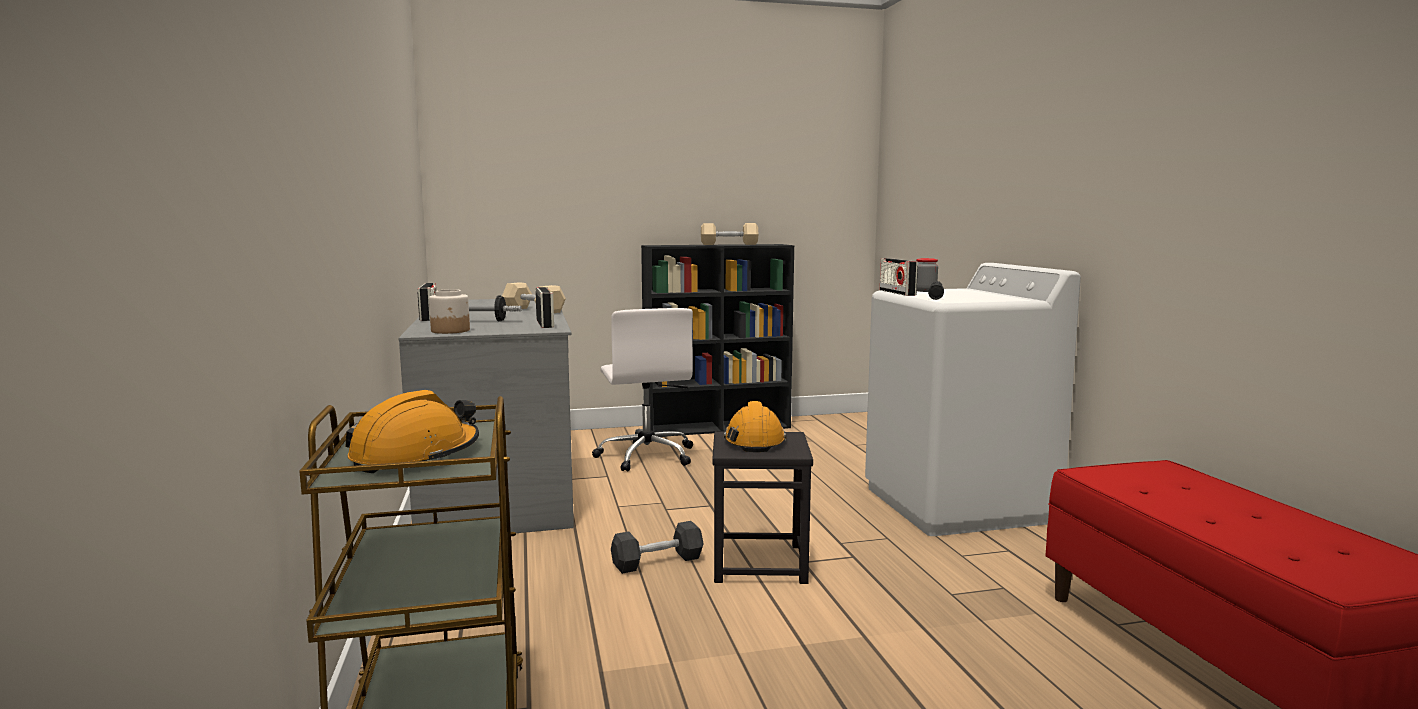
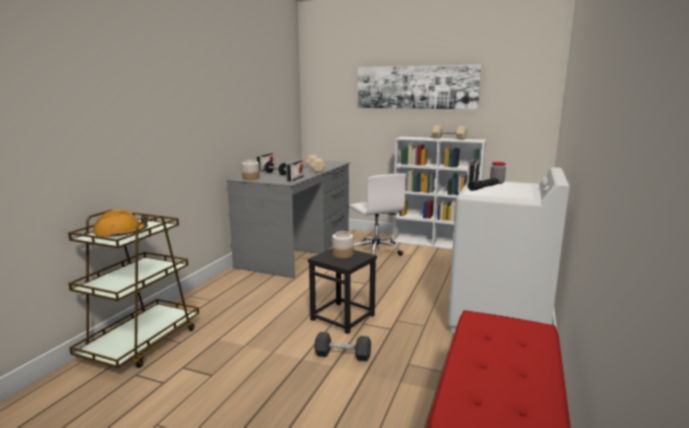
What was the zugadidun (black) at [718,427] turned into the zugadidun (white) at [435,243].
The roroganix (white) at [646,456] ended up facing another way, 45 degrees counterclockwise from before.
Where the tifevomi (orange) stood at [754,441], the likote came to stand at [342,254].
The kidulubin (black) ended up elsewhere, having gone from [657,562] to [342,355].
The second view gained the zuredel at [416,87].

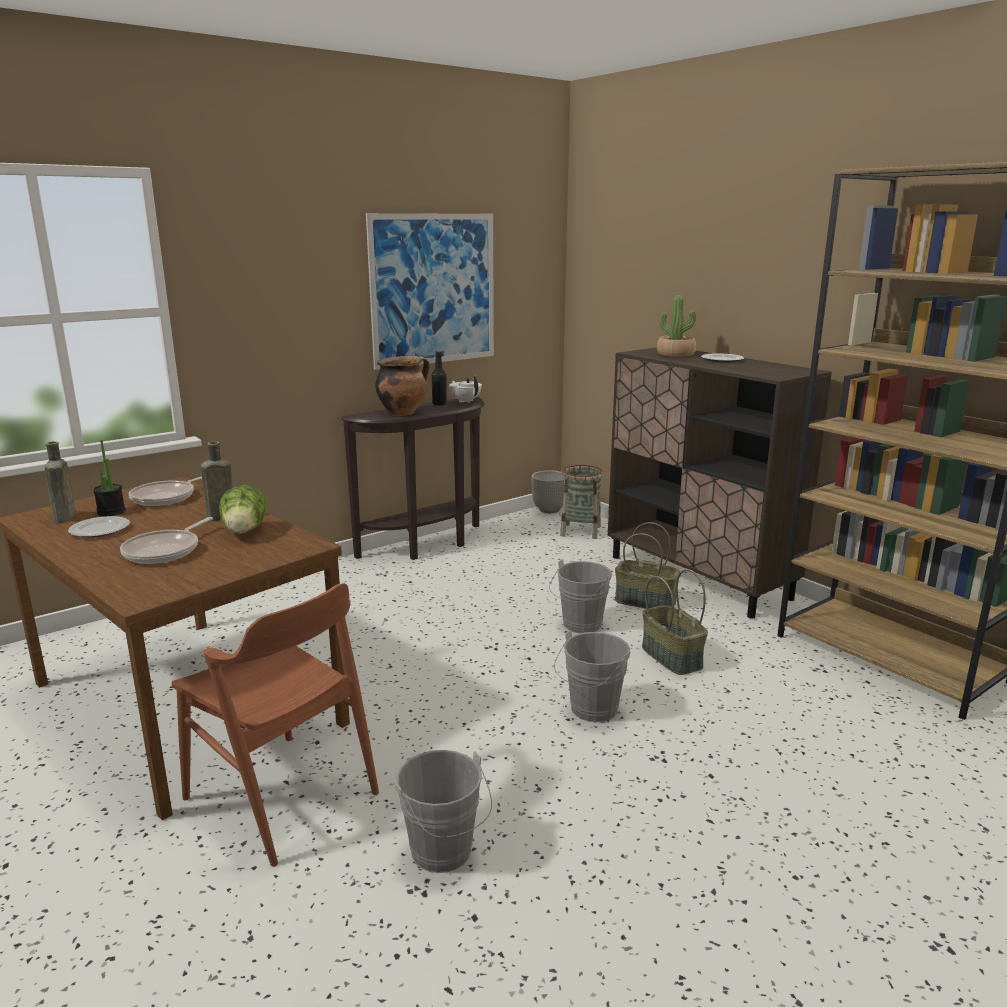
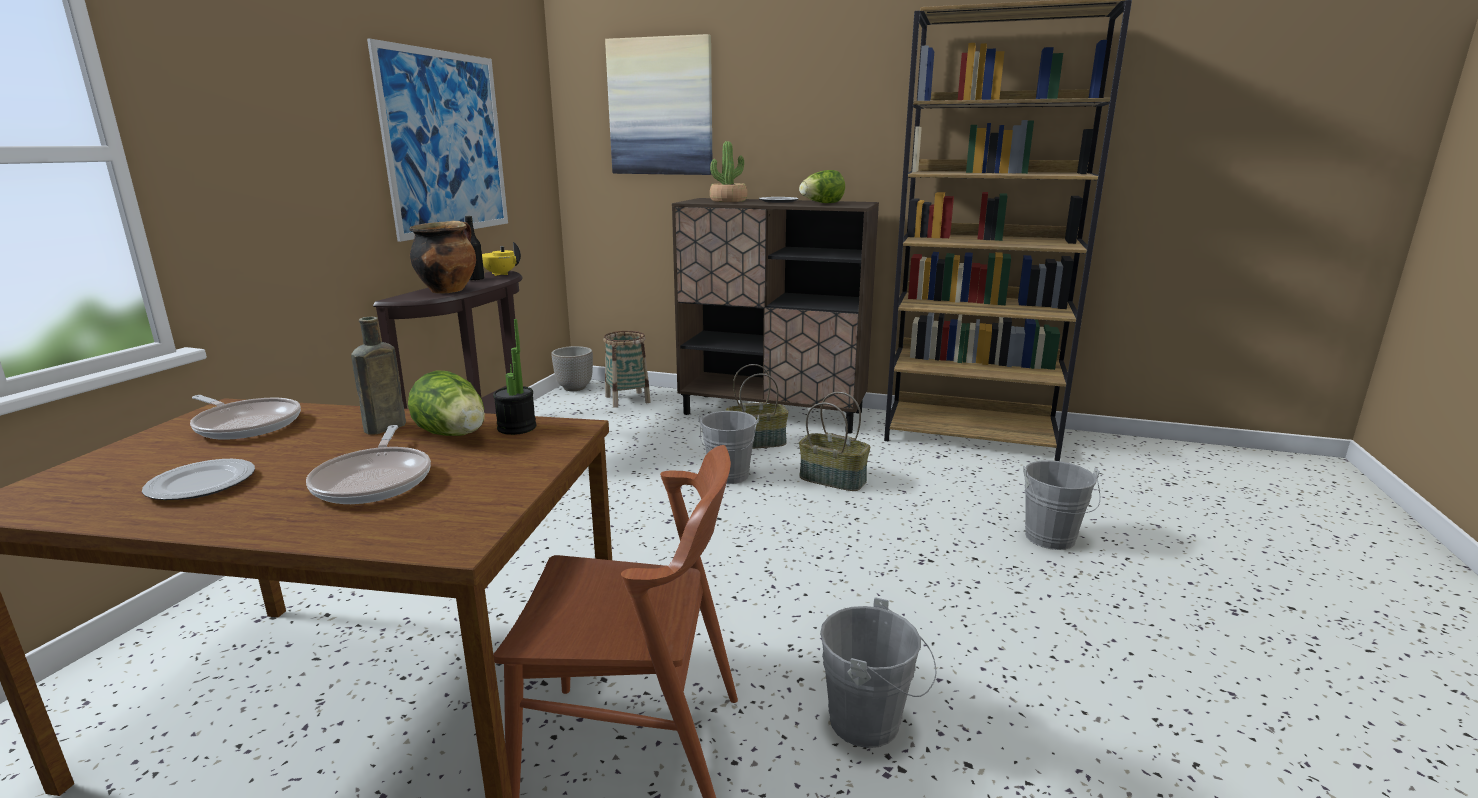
What was the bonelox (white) at [465,401] turned into the bonelox (yellow) at [500,274].
The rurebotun ended up elsewhere, having gone from [111,512] to [517,428].
The second view lost the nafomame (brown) at [64,518].
The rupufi at [167,497] ended up facing another way, 60 degrees counterclockwise from before.
The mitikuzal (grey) ended up elsewhere, having gone from [591,711] to [1051,540].
The second view gained the zuredel at [661,107].
The second view gained the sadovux at [822,203].

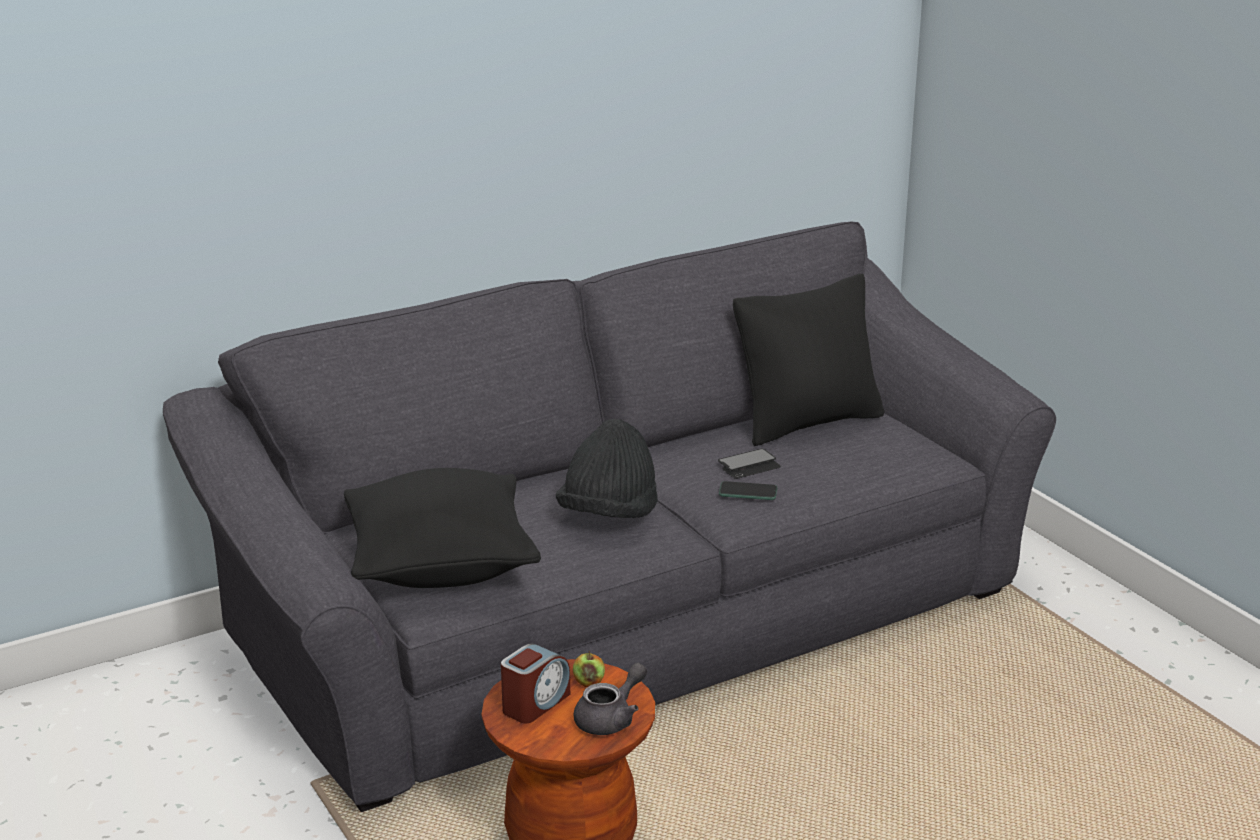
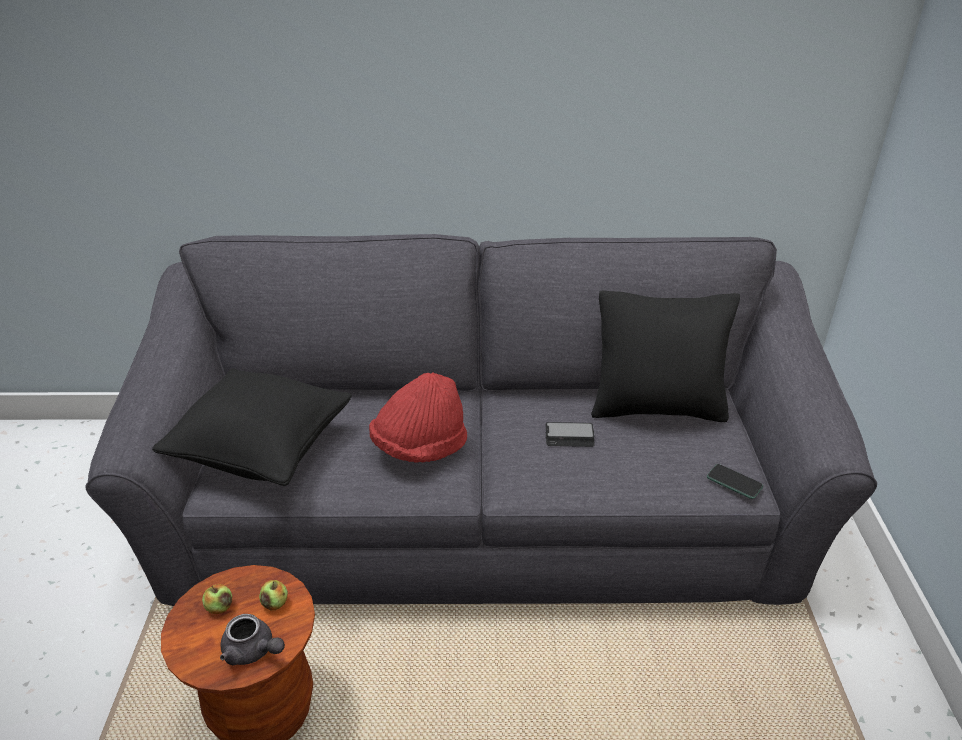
What was the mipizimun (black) at [609,515] turned into the mipizimun (red) at [420,447].
The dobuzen ended up elsewhere, having gone from [748,492] to [734,482].
Where the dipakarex stood at [535,703], the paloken came to stand at [219,607].
The bonelox (grey) at [611,719] ended up facing another way, 45 degrees clockwise from before.

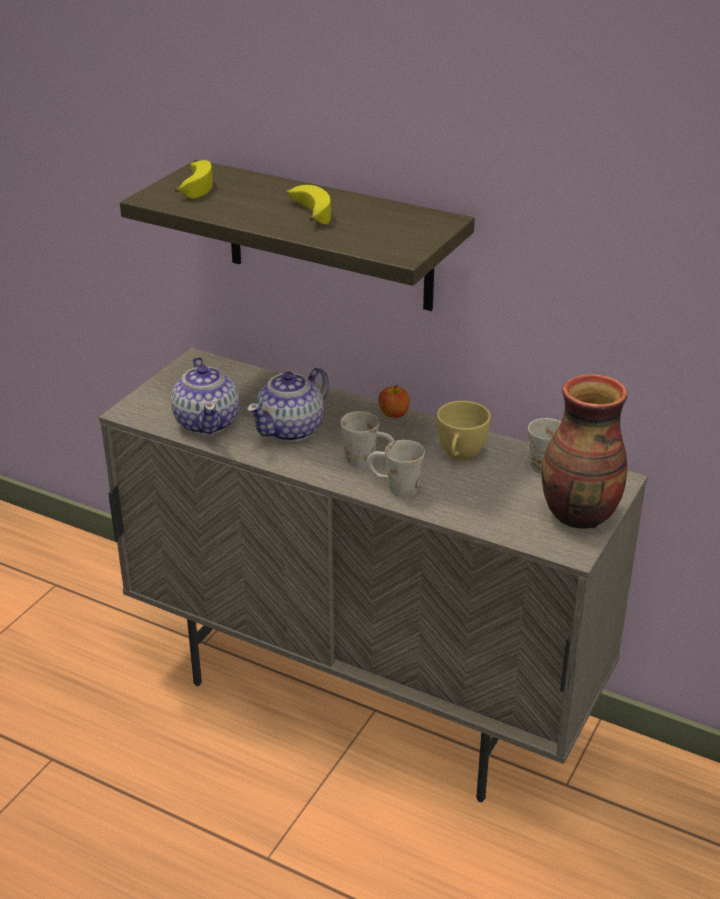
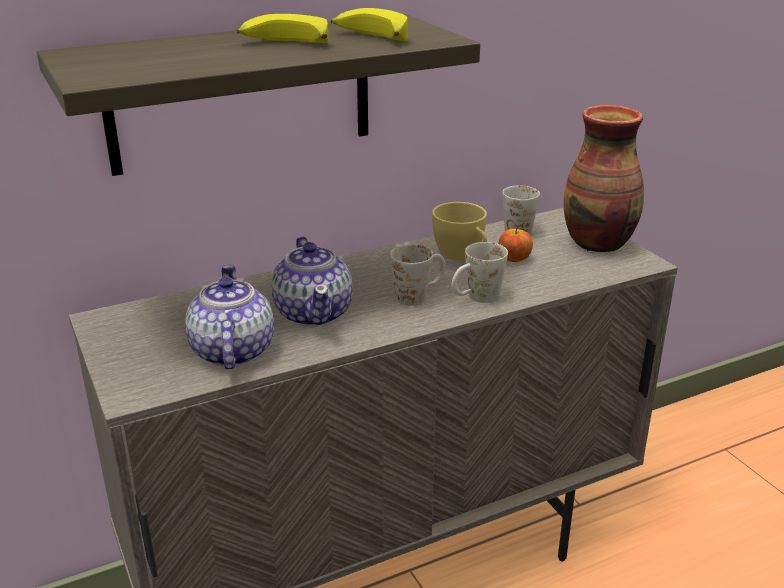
The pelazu ended up elsewhere, having gone from [194,186] to [370,37].
The bonelox at [207,422] ended up facing another way, 120 degrees counterclockwise from before.
The paloken ended up elsewhere, having gone from [393,414] to [514,259].

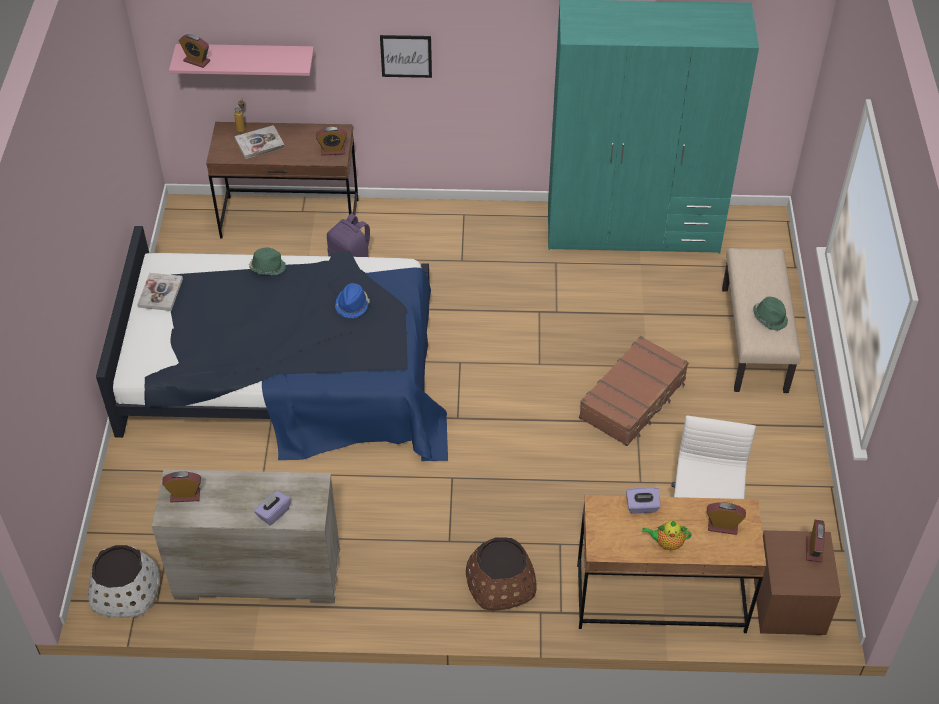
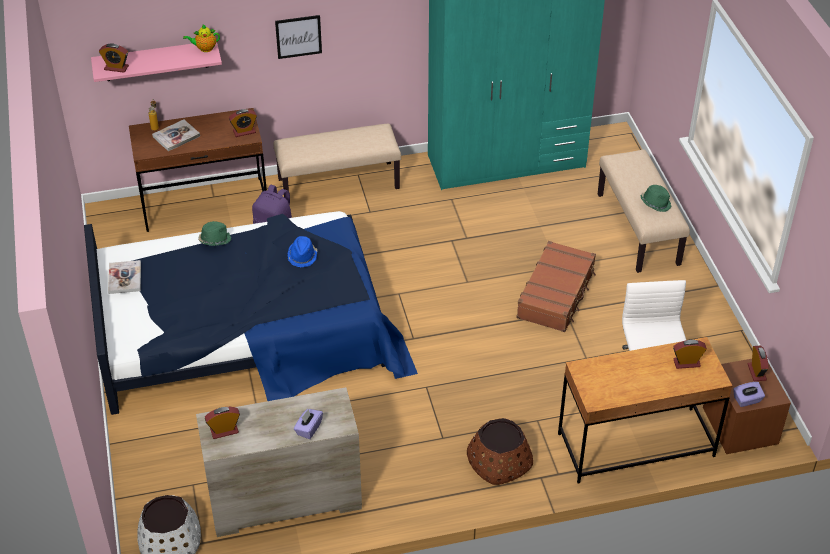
The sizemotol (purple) ended up elsewhere, having gone from [642,507] to [747,400].
The bonelox ended up elsewhere, having gone from [667,543] to [204,49].
The second view gained the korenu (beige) at [339,183].

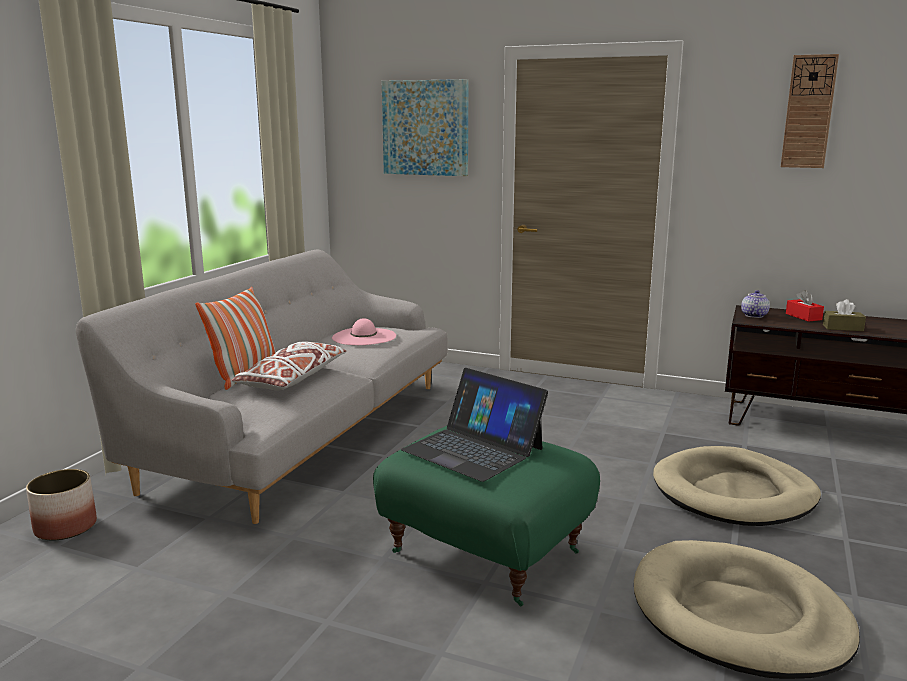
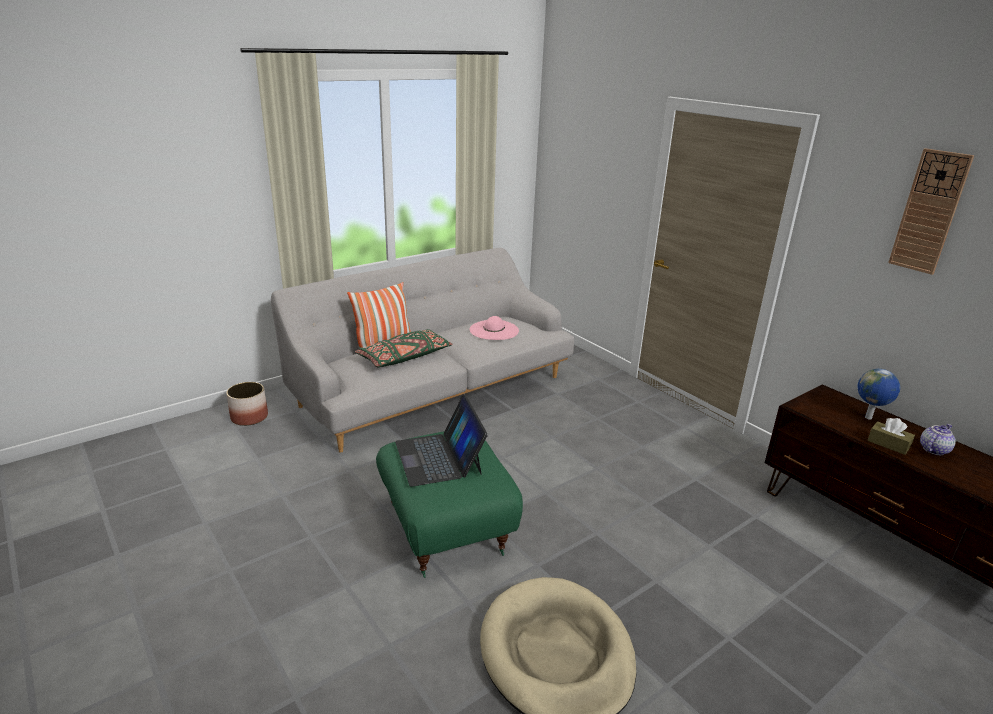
The second view lost the zuredel at [425,128].
The bonelox ended up elsewhere, having gone from [753,315] to [933,449].
Where the sizemotol (red) stood at [803,317], the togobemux came to stand at [869,418].
What was the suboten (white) at [292,379] turned into the suboten (green) at [404,357].
The second view lost the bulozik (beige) at [734,493].

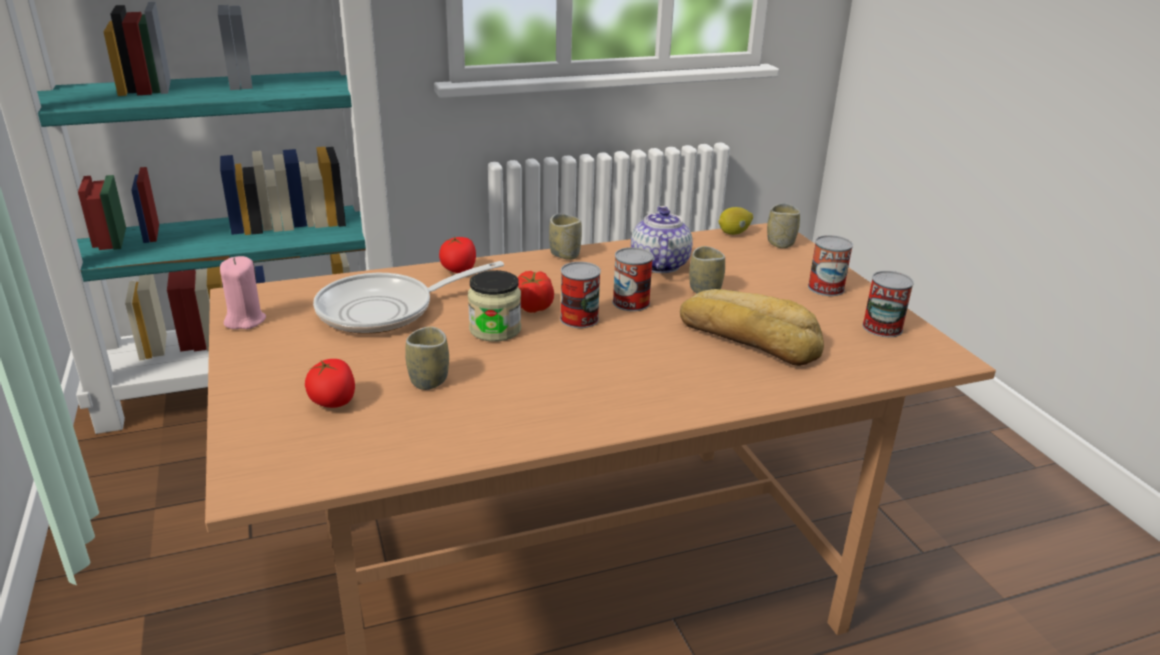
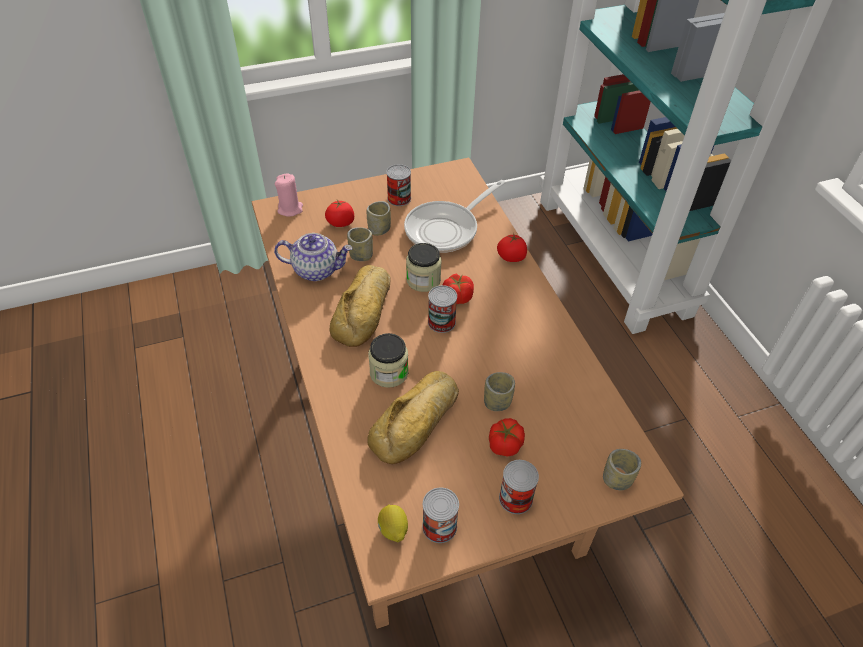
The bonelox ended up elsewhere, having gone from [658,264] to [316,269].
The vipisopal ended up elsewhere, having gone from [734,233] to [393,530].
The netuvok ended up elsewhere, having gone from [565,254] to [379,229].
The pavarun ended up elsewhere, having gone from [631,302] to [399,198].
The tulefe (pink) ended up elsewhere, having gone from [245,320] to [290,209].
The rupufi at [386,310] ended up facing another way, 105 degrees counterclockwise from before.
The second view gained the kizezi at [365,311].
The second view gained the likote at [389,372].
The second view gained the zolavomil at [504,445].

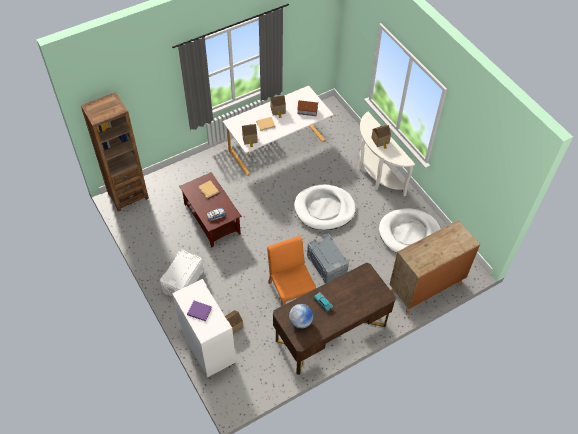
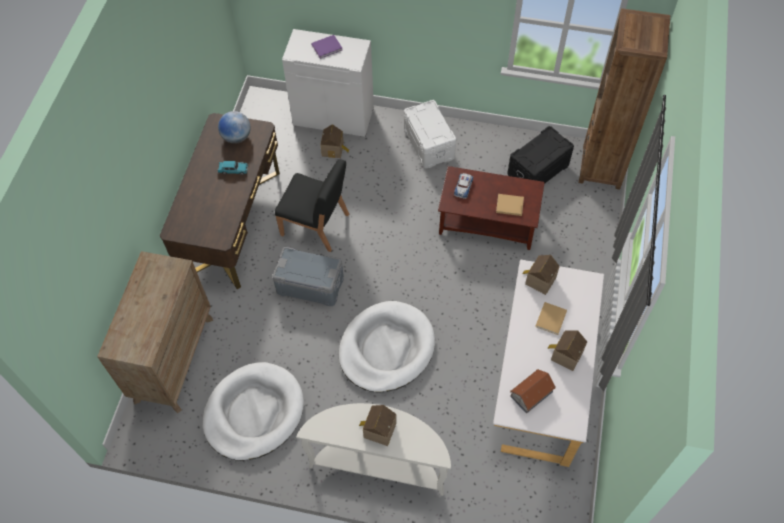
What was the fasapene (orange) at [291,291] turned into the fasapene (black) at [316,225].
The second view gained the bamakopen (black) at [538,170].

